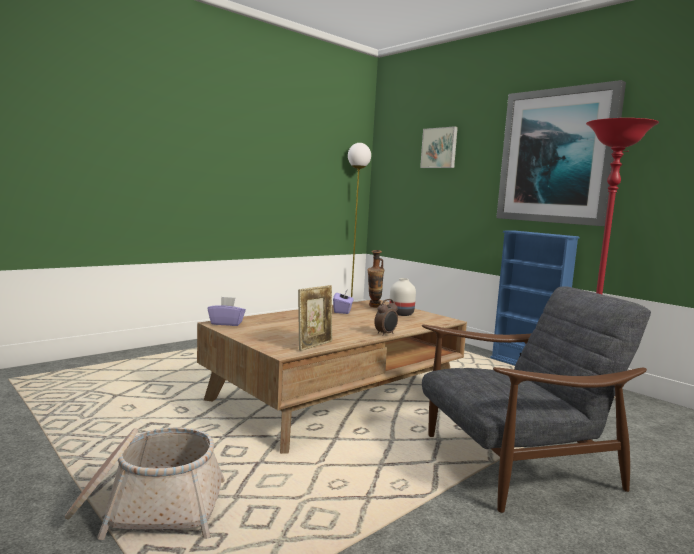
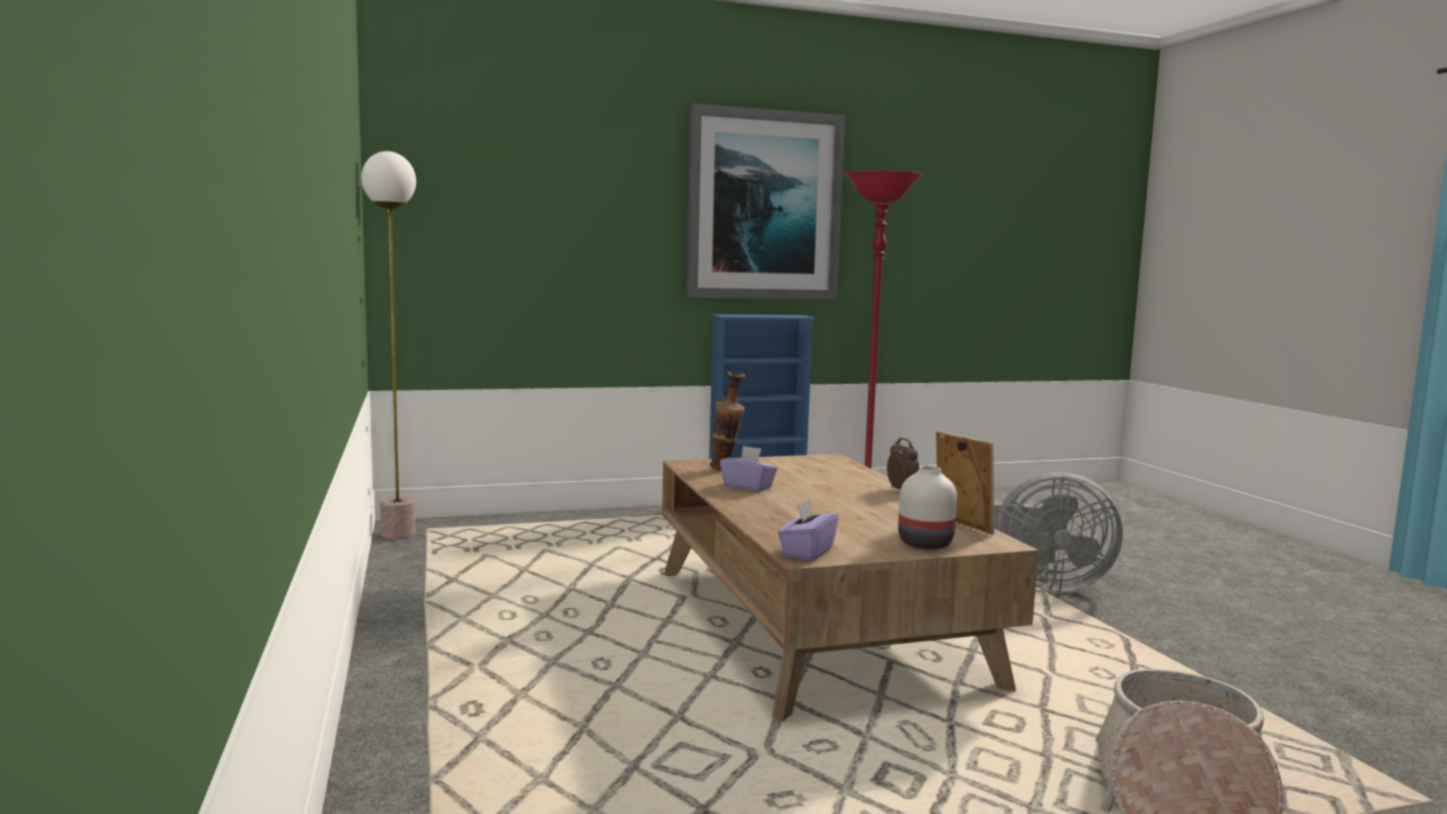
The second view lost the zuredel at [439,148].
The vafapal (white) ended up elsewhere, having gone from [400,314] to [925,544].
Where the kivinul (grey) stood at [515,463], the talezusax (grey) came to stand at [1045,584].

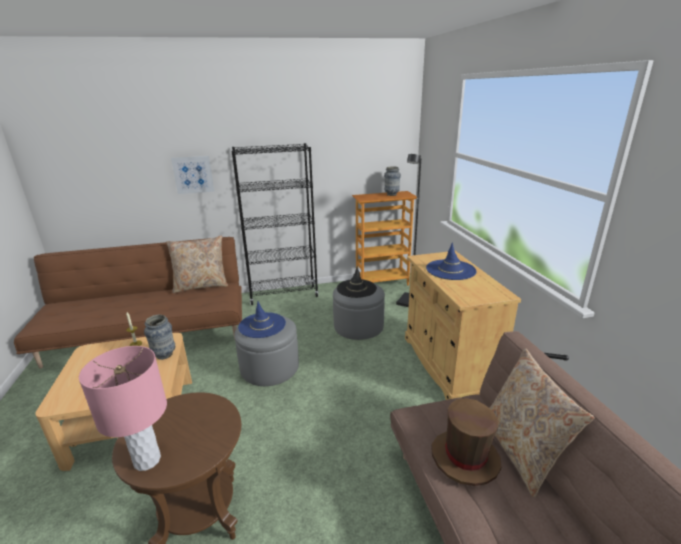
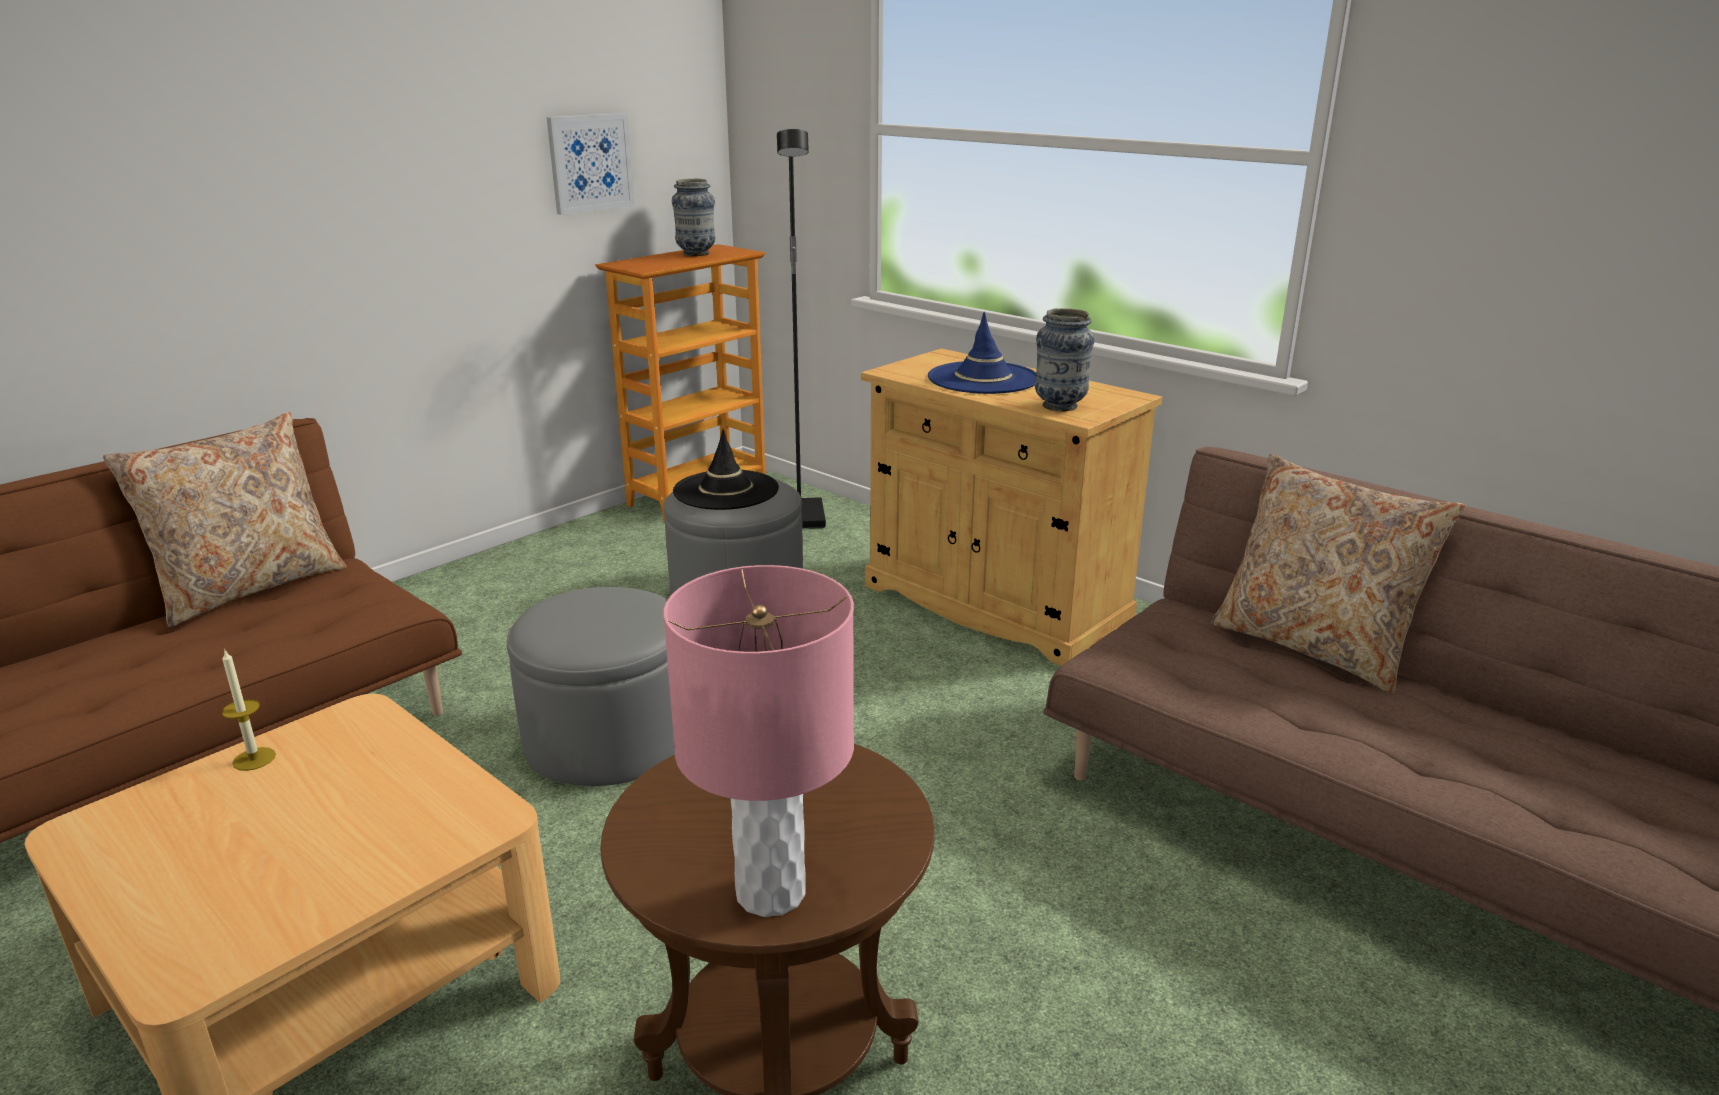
The second view lost the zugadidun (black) at [284,295].
The zuredel ended up elsewhere, having gone from [193,174] to [590,163].
The second view lost the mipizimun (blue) at [262,325].
The vafapal ended up elsewhere, having gone from [164,355] to [1060,406].
The second view lost the mipizimun (brown) at [464,458].

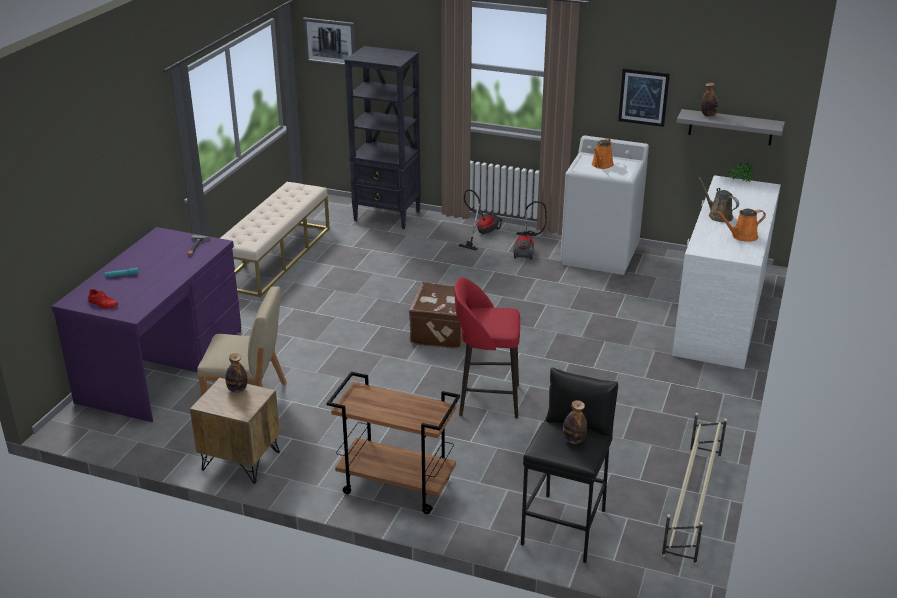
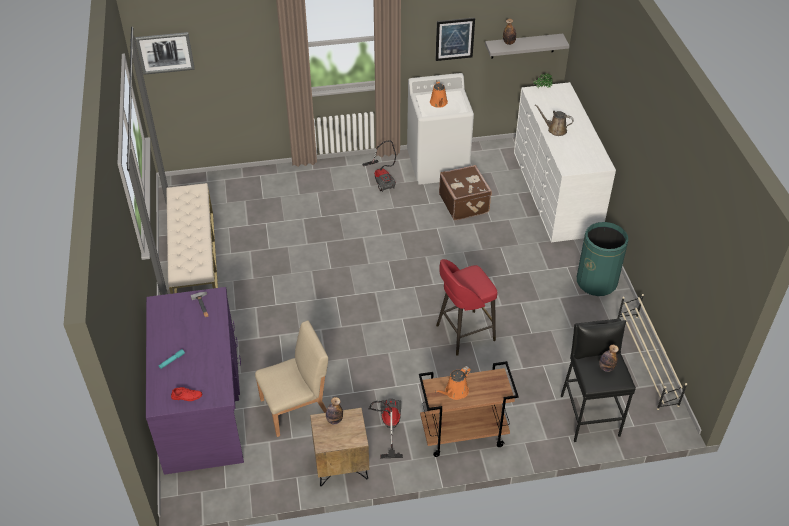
The second view lost the zugadidun (black) at [387,216].
The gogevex ended up elsewhere, having gone from [481,233] to [388,426].
The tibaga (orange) ended up elsewhere, having gone from [742,236] to [455,392].
The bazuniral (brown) ended up elsewhere, having gone from [442,332] to [464,203].
The second view gained the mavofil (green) at [596,282].

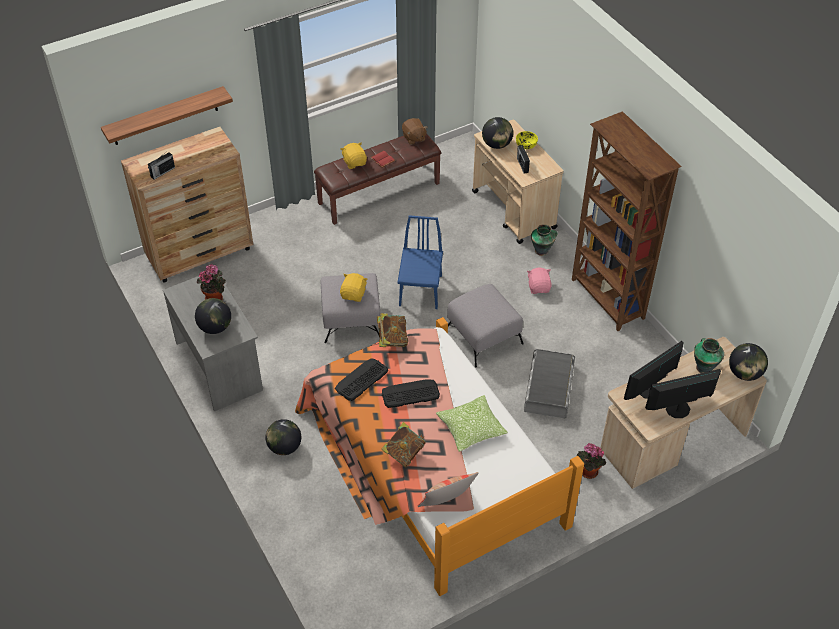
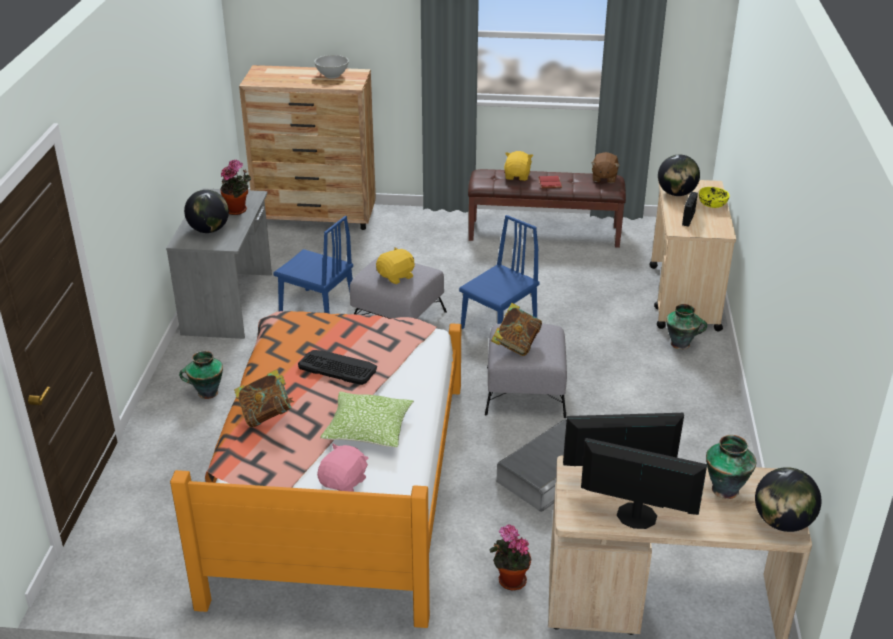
The second view lost the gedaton at [165,116].
The second view lost the zugadidun (brown) at [607,300].
The second view lost the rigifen at [162,172].
The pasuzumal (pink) ended up elsewhere, having gone from [539,287] to [344,482].
The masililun ended up elsewhere, having gone from [392,339] to [516,345].
The second view lost the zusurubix at [361,380].
Where the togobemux stood at [285,447], the vafapal came to stand at [206,393].
The second view lost the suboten at [446,503].
The second view gained the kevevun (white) at [332,75].
The second view gained the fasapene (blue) at [317,308].

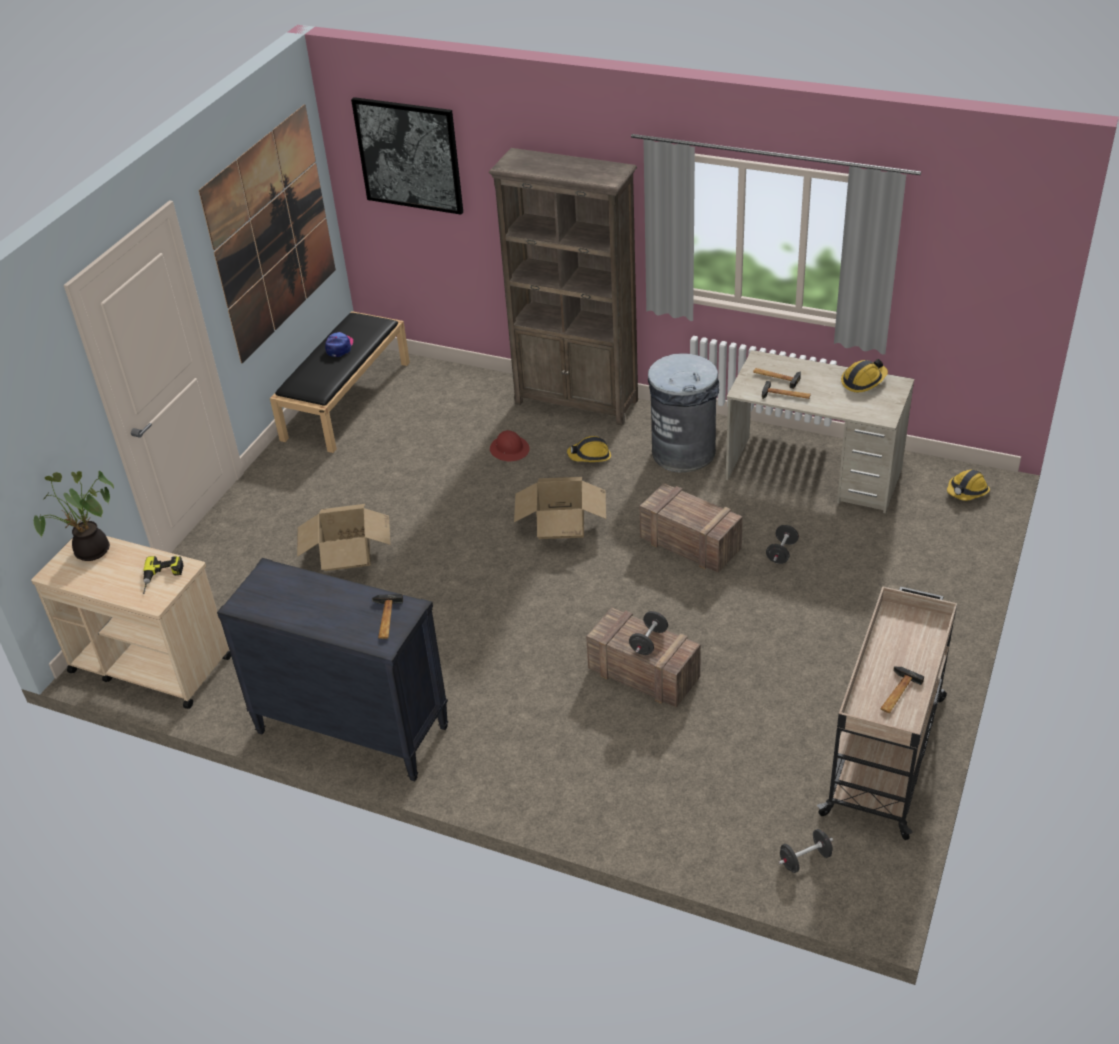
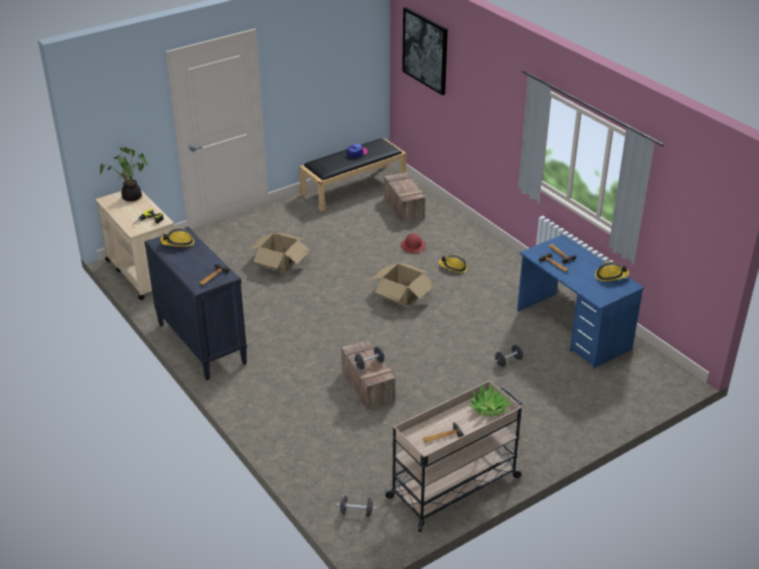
The second view lost the zuredel at [272,233].
The second view lost the zugadidun (brown) at [577,402].
What was the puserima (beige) at [814,474] turned into the puserima (blue) at [573,330].
The second view lost the mavofil (grey) at [683,452].
The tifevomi ended up elsewhere, having gone from [967,491] to [178,243].
The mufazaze ended up elsewhere, having gone from [688,543] to [403,207].
The second view gained the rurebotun at [489,408].

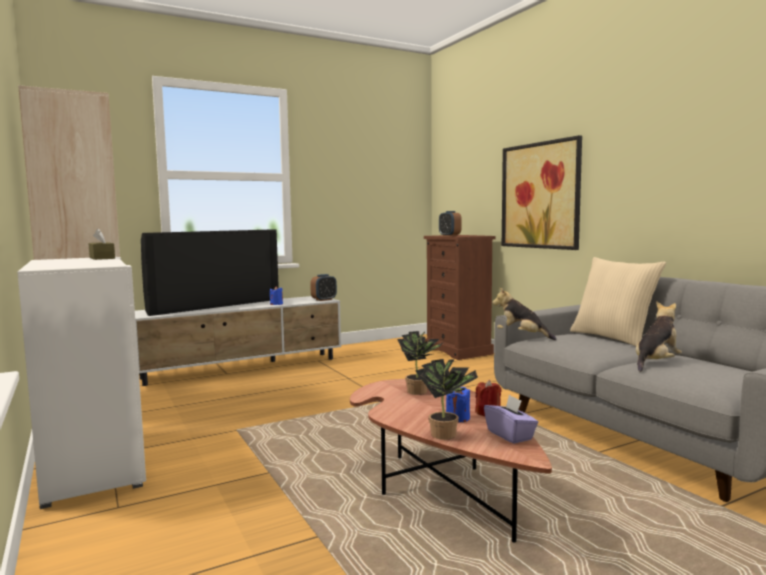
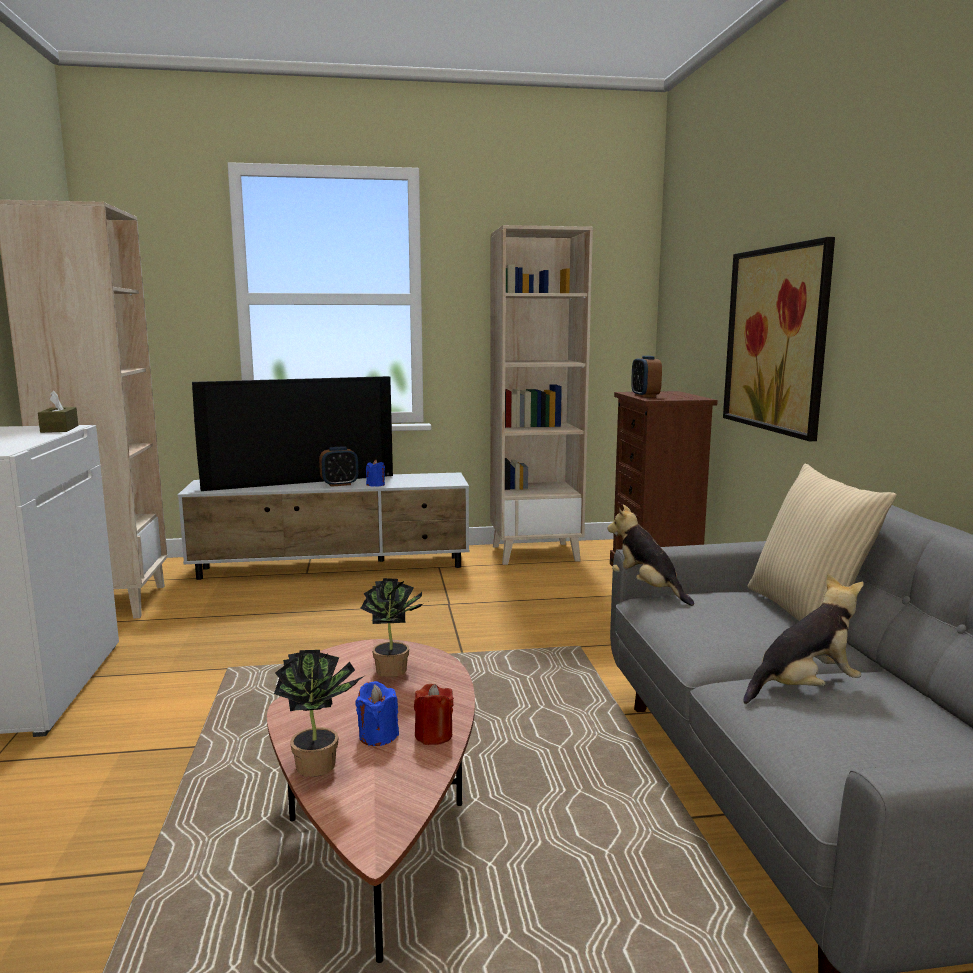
The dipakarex ended up elsewhere, having gone from [324,299] to [339,484].
The second view lost the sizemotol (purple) at [510,435].
The second view gained the zugadidun (beige) at [535,553].

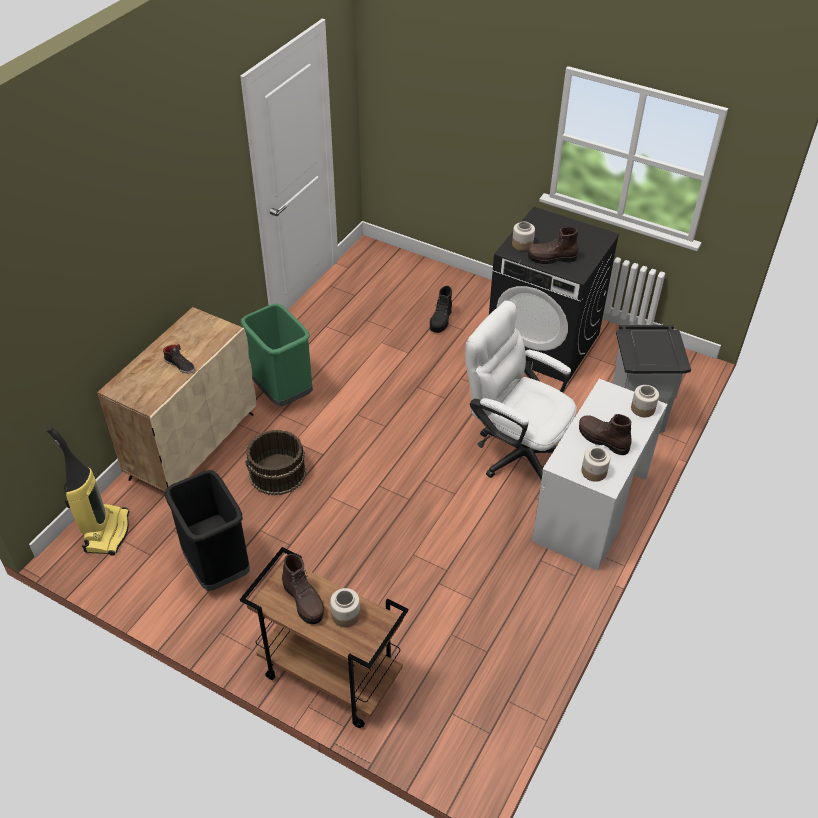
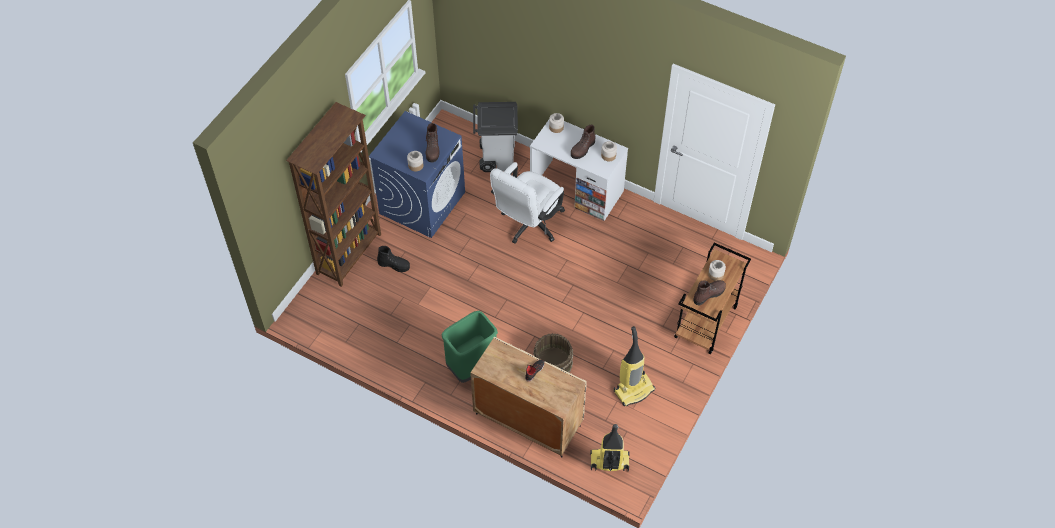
What was the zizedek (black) at [543,343] turned into the zizedek (blue) at [422,202].
Where the mavofil (black) stood at [218,566], the gogevex came to stand at [633,389].
The second view gained the zugadidun (brown) at [350,254].

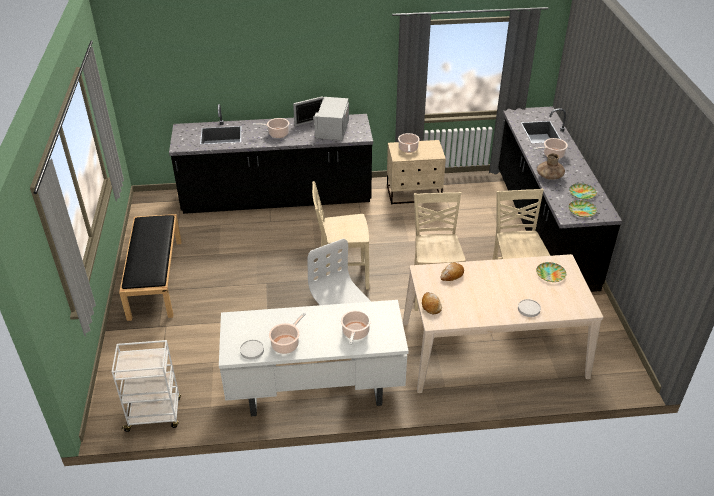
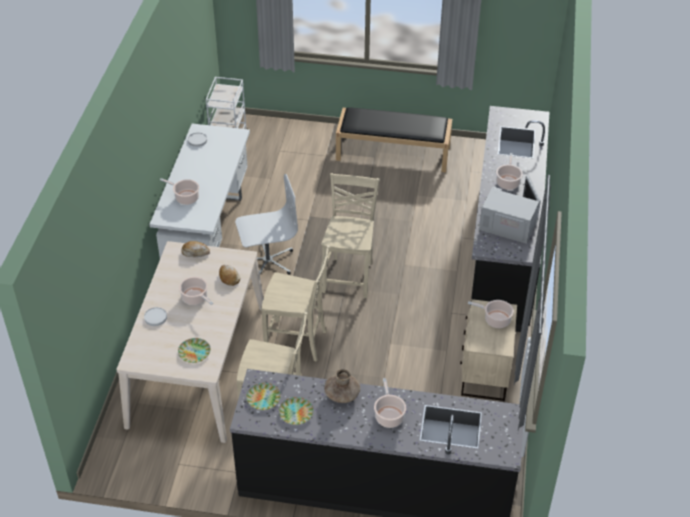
The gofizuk ended up elsewhere, having gone from [286,344] to [195,298].

